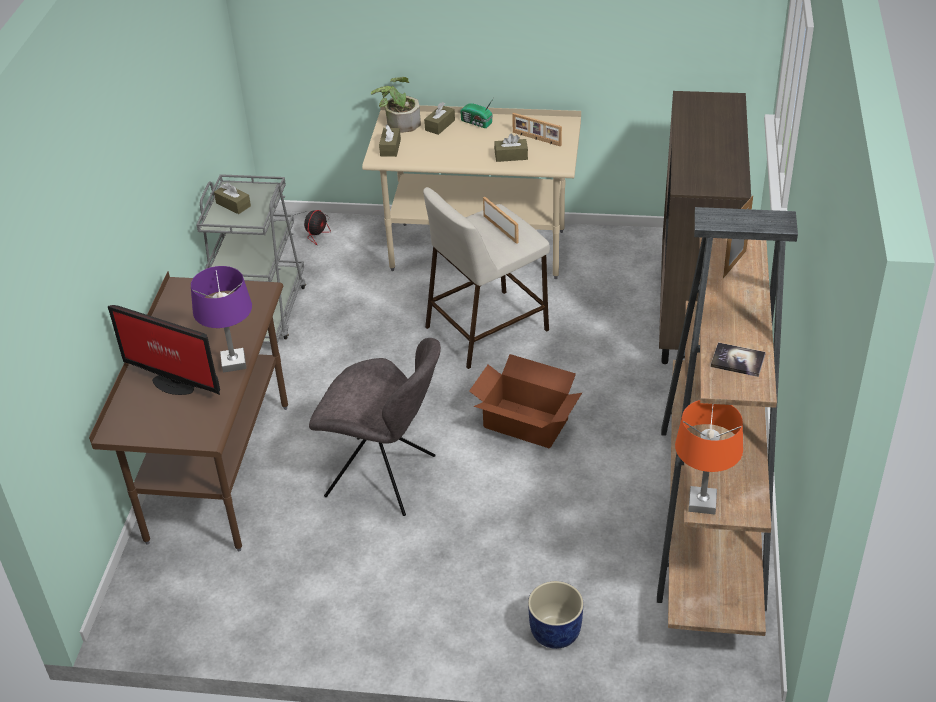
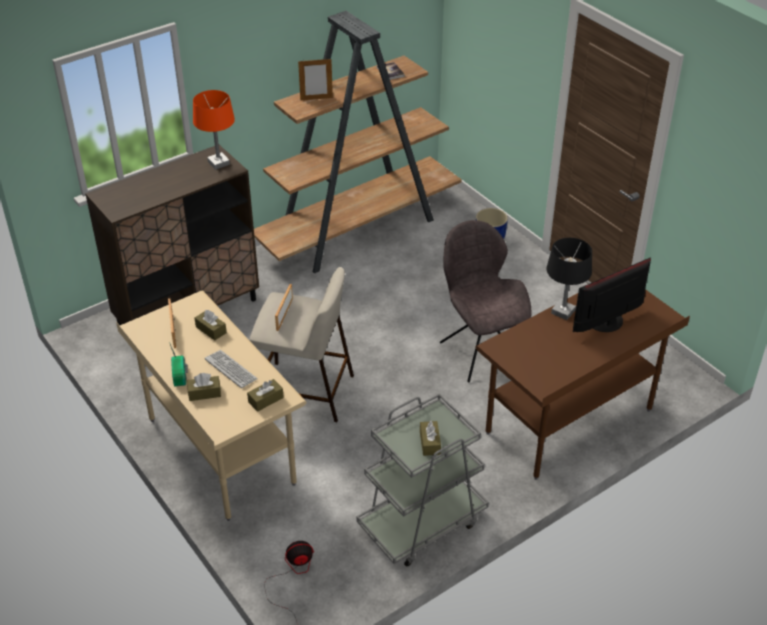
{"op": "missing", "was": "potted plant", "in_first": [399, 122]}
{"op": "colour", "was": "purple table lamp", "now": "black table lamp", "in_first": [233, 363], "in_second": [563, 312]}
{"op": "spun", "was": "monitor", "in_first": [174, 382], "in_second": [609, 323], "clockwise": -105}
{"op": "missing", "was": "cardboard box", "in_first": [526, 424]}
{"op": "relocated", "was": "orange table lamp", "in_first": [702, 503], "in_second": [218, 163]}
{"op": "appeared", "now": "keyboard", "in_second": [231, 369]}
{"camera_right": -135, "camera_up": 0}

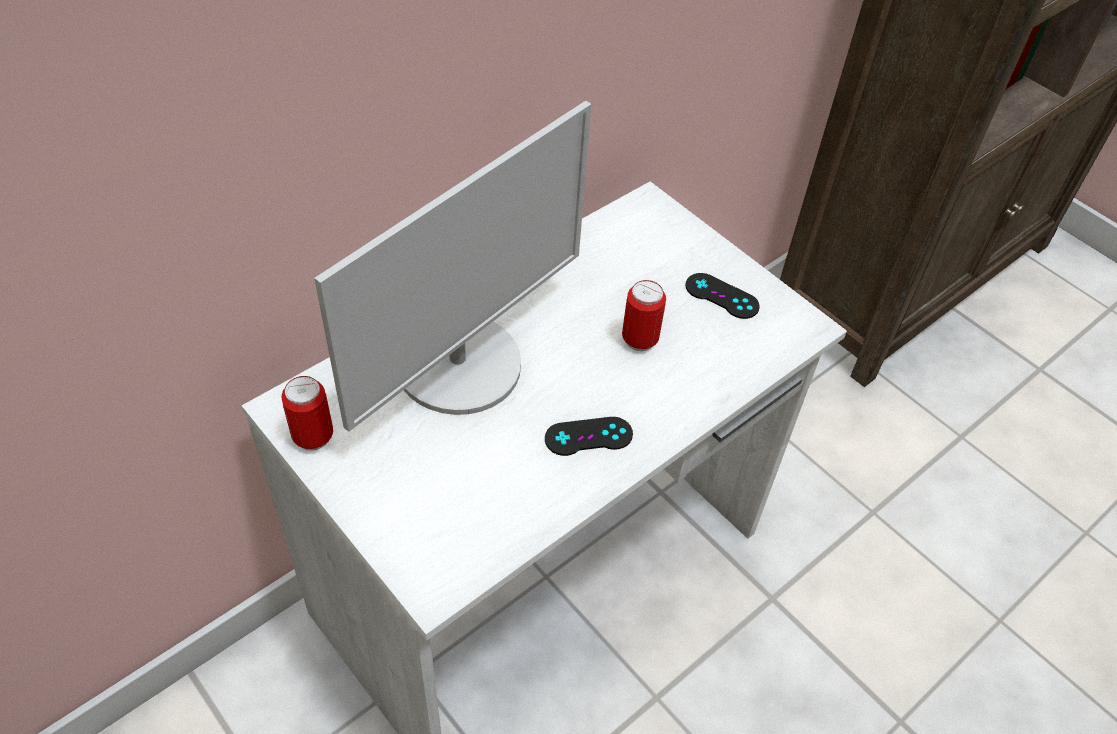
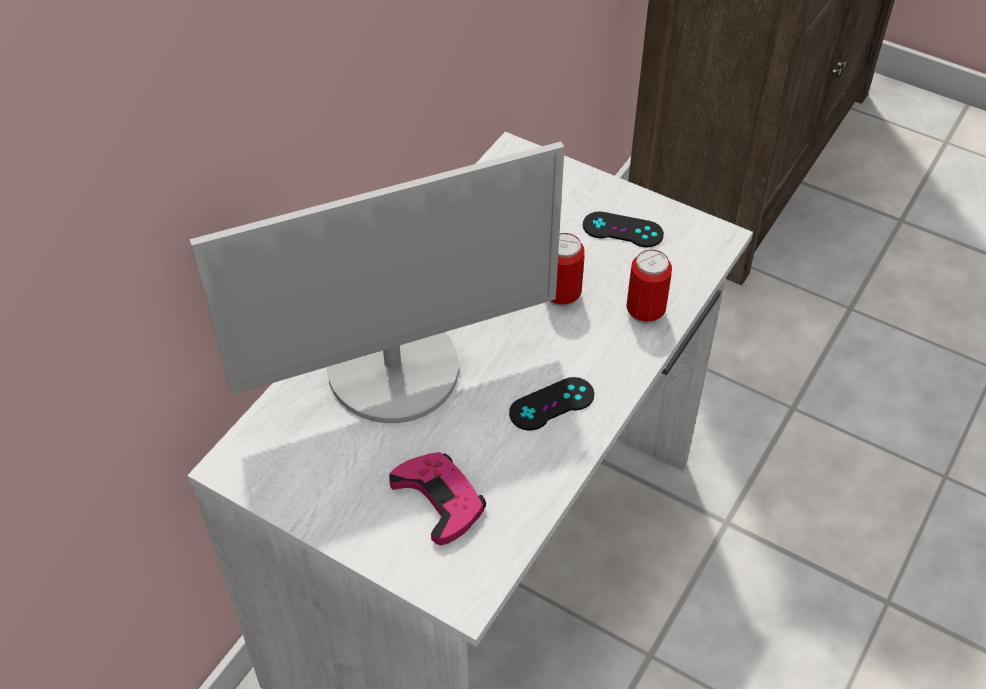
{"op": "spun", "was": "monitor", "in_first": [460, 365], "in_second": [395, 370], "clockwise": 45}
{"op": "relocated", "was": "can", "in_first": [313, 437], "in_second": [645, 312]}
{"op": "appeared", "now": "pink game controller", "in_second": [439, 500]}
{"camera_right": -15, "camera_up": 0}

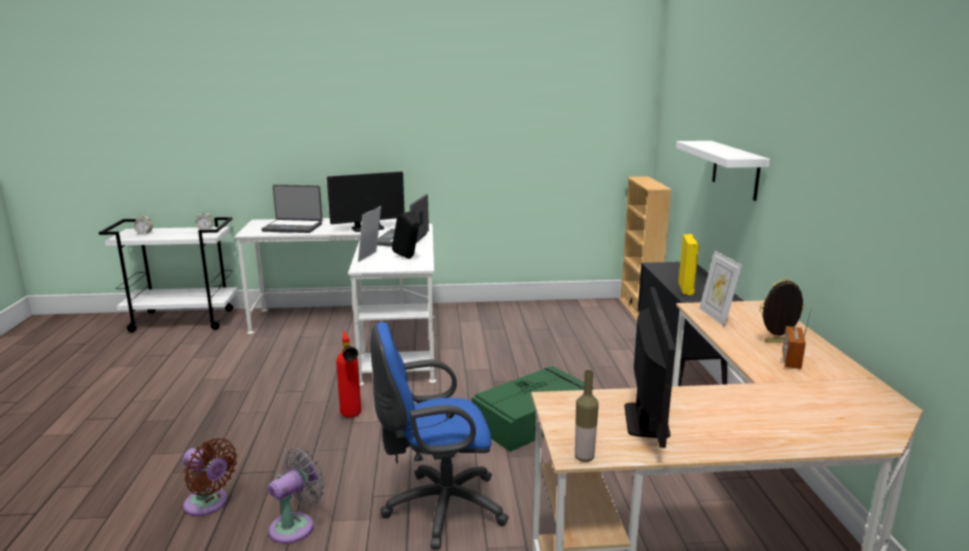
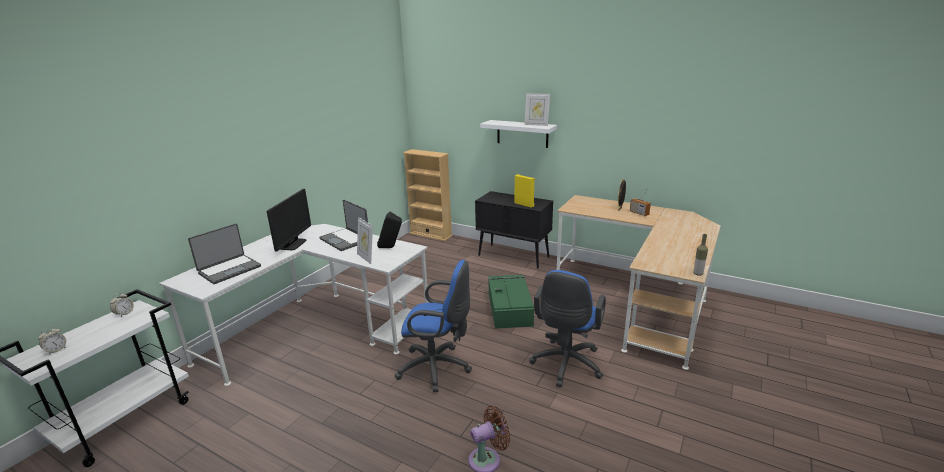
{"op": "relocated", "was": "picture frame", "in_first": [716, 316], "in_second": [536, 124]}
{"op": "missing", "was": "monitor", "in_first": [646, 420]}
{"op": "exchanged", "was": "fire extinguisher", "now": "blue office chair", "in_first": [352, 417], "in_second": [438, 368]}
{"op": "missing", "was": "grey fan", "in_first": [296, 526]}
{"camera_right": -55, "camera_up": 5}

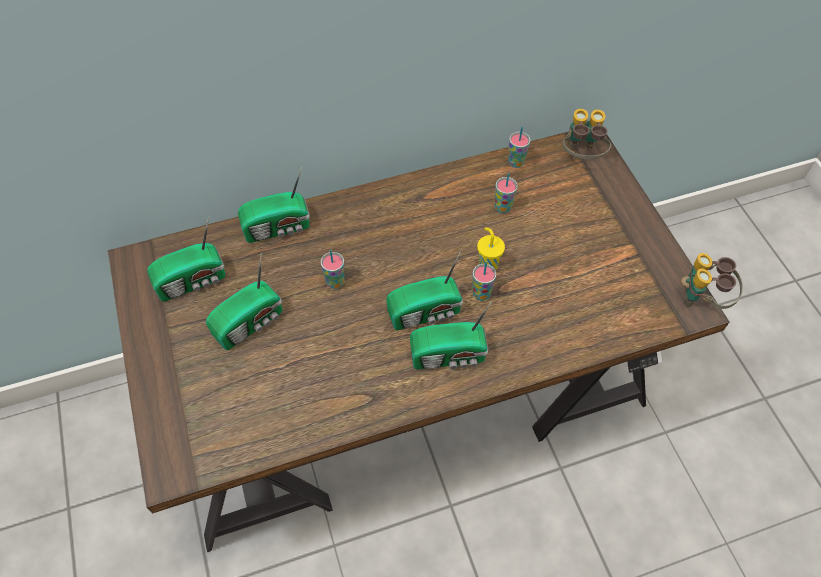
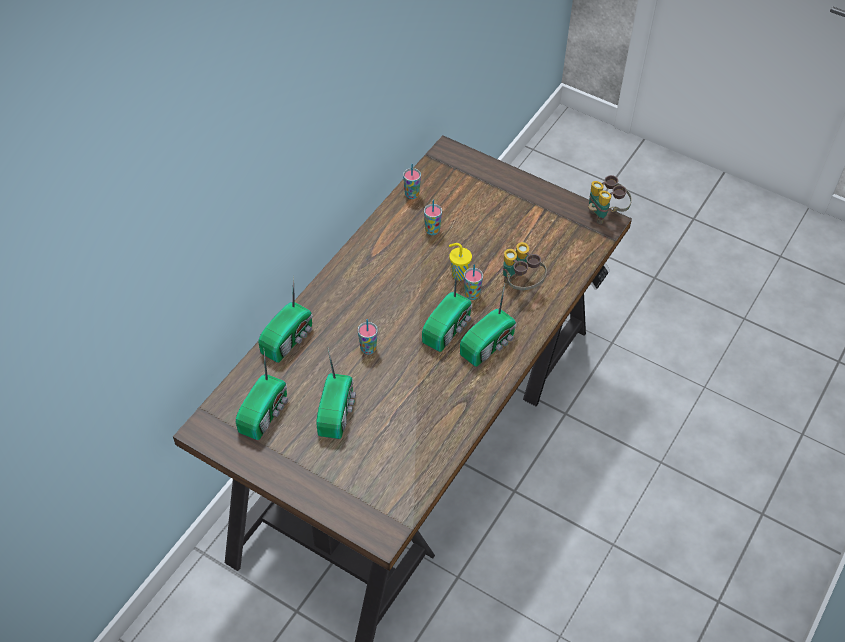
{"op": "relocated", "was": "binoculars", "in_first": [581, 156], "in_second": [520, 285]}
{"camera_right": -40, "camera_up": -5}

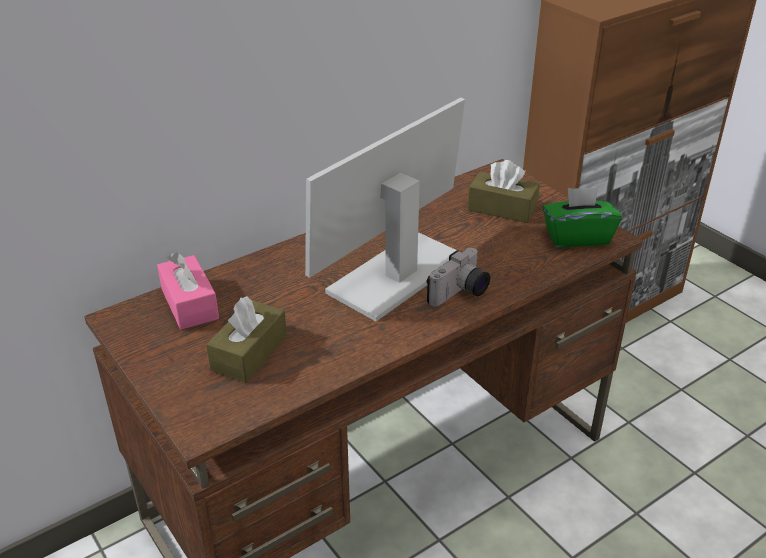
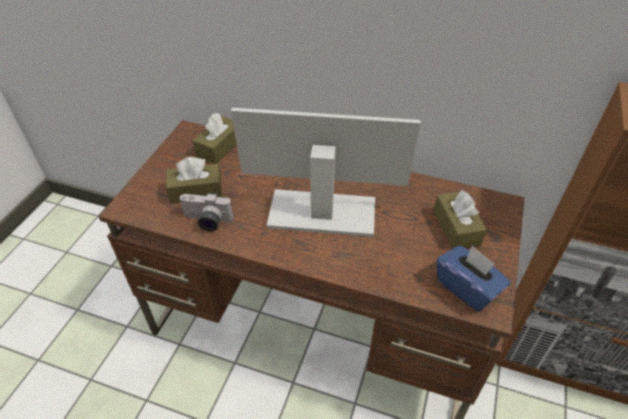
{"op": "colour", "was": "green tissue box", "now": "blue tissue box", "in_first": [577, 237], "in_second": [467, 288]}
{"op": "relocated", "was": "photo camera", "in_first": [460, 294], "in_second": [206, 222]}
{"op": "colour", "was": "pink tissue box", "now": "brown tissue box", "in_first": [189, 304], "in_second": [220, 147]}
{"camera_right": 55, "camera_up": 10}

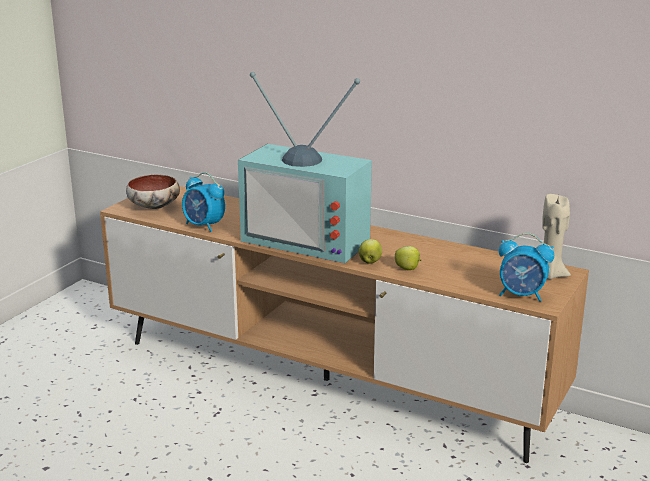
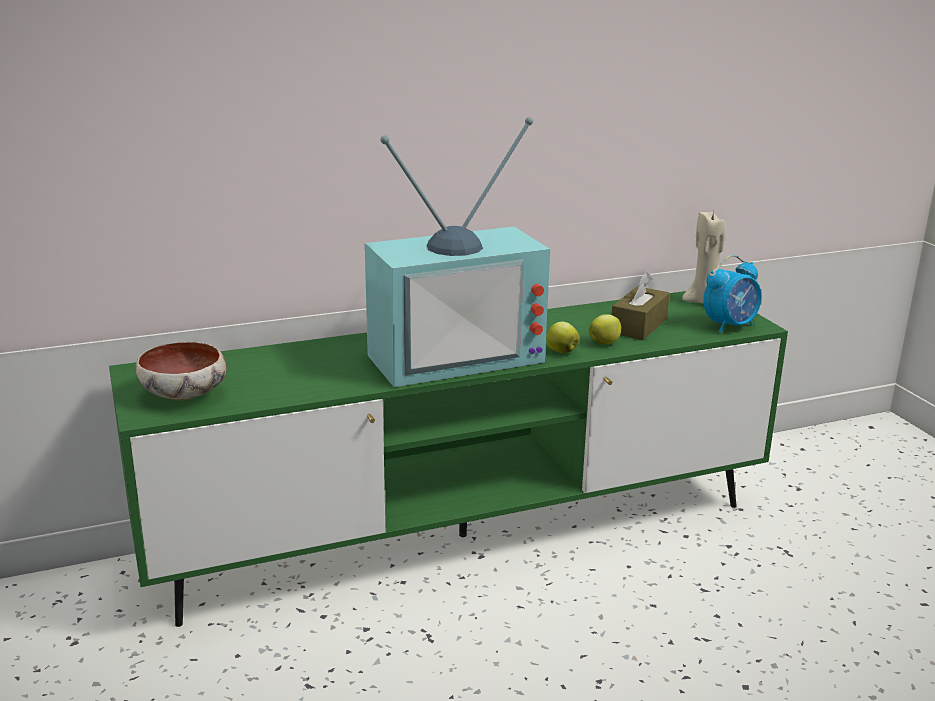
{"op": "missing", "was": "alarm clock", "in_first": [204, 226]}
{"op": "colour", "was": "brown tv stand", "now": "green tv stand", "in_first": [326, 379], "in_second": [463, 535]}
{"op": "appeared", "now": "brown tissue box", "in_second": [638, 326]}
{"camera_right": -50, "camera_up": 0}

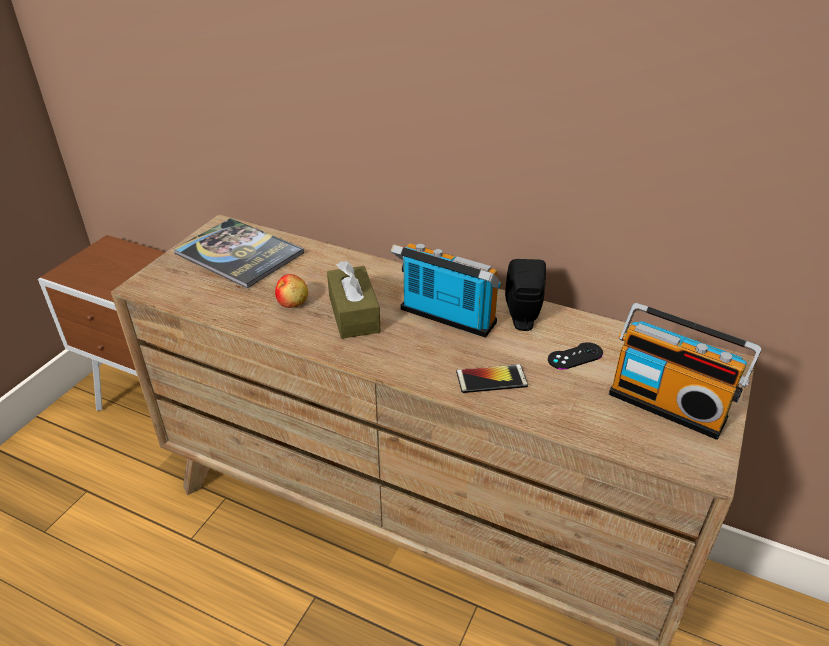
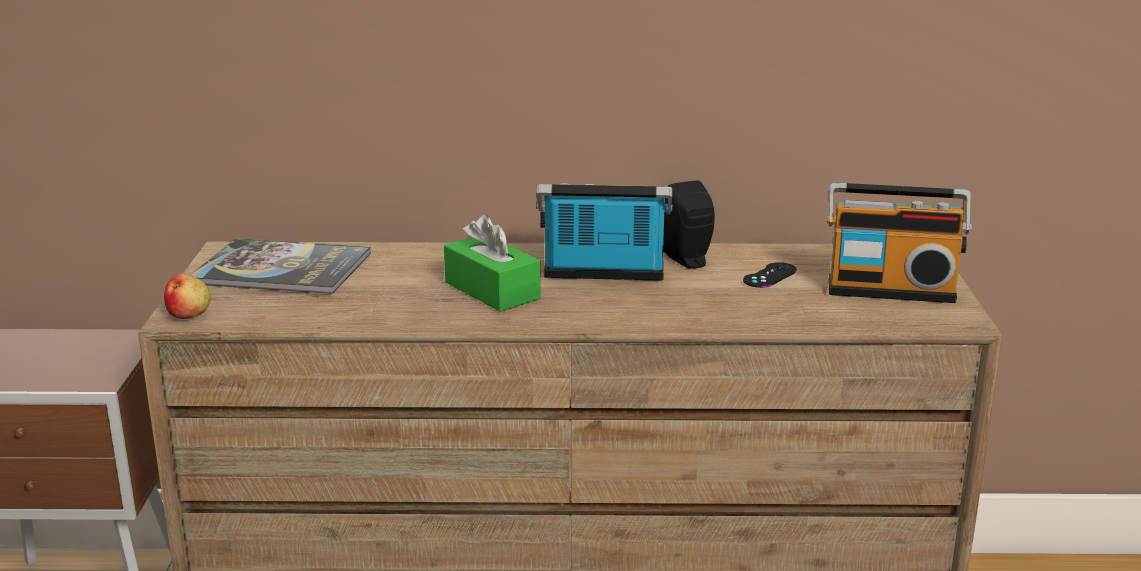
{"op": "colour", "was": "brown tissue box", "now": "green tissue box", "in_first": [354, 314], "in_second": [492, 290]}
{"op": "relocated", "was": "apple", "in_first": [293, 302], "in_second": [189, 314]}
{"op": "missing", "was": "phone", "in_first": [491, 379]}
{"camera_right": -25, "camera_up": -15}

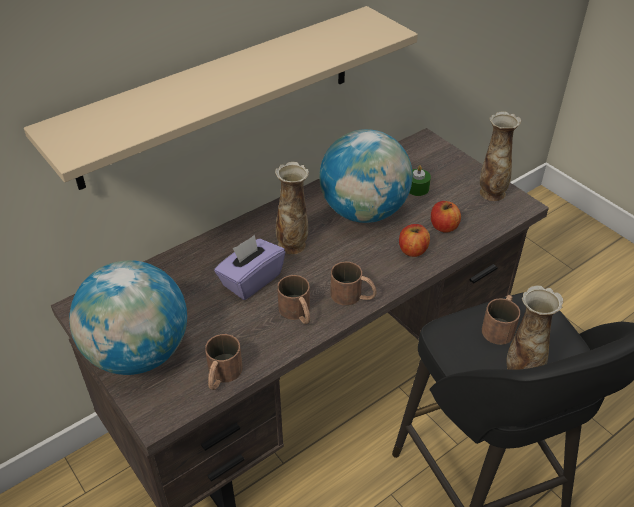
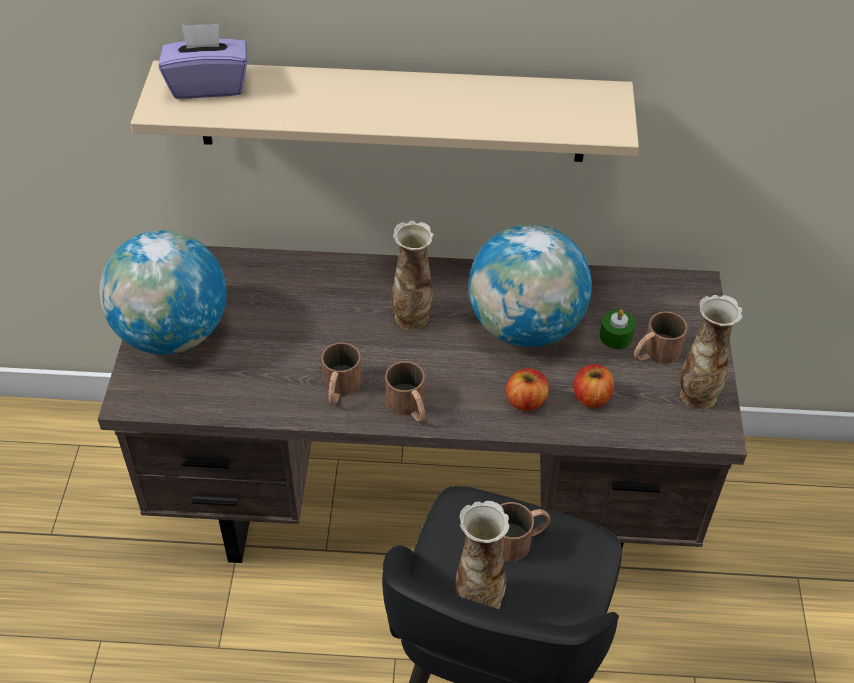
{"op": "relocated", "was": "purple tissue box", "in_first": [251, 280], "in_second": [208, 85]}
{"op": "relocated", "was": "brown mug", "in_first": [222, 375], "in_second": [654, 353]}
{"camera_right": 40, "camera_up": 5}

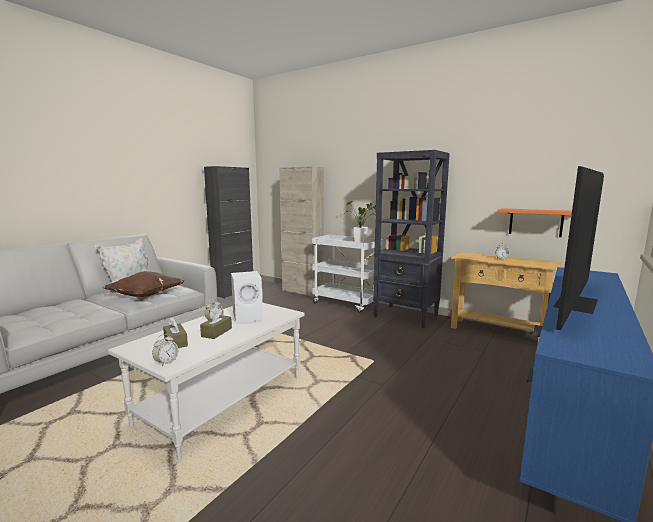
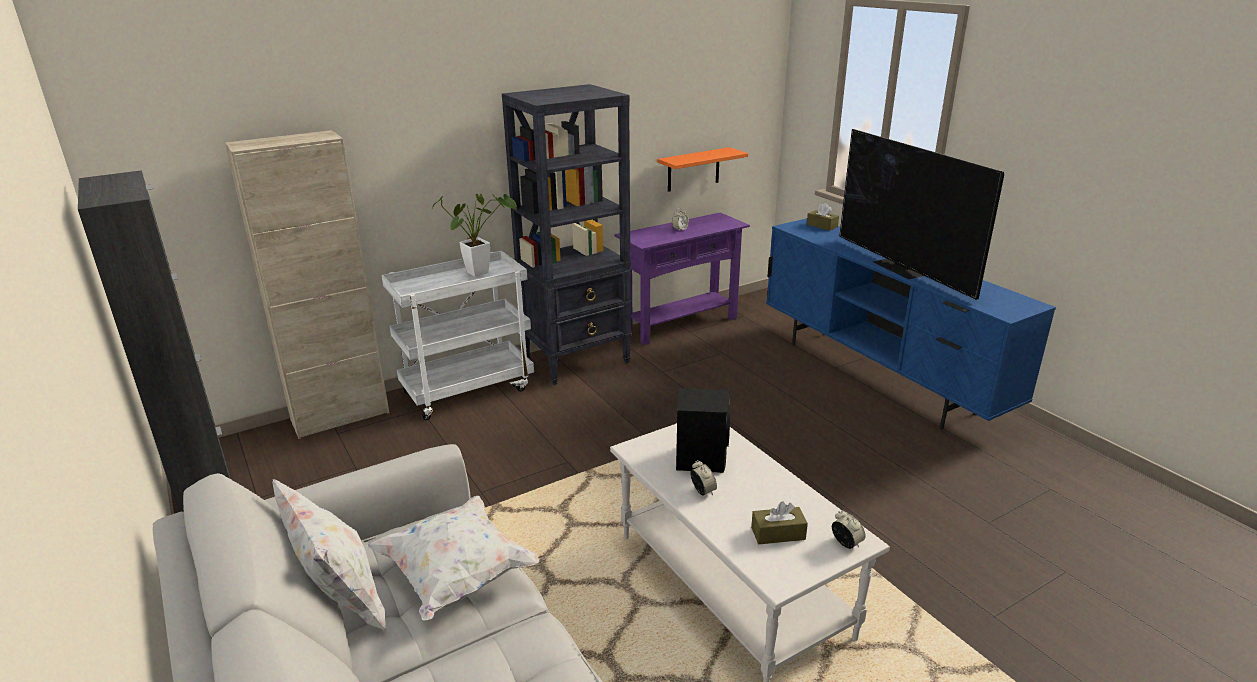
{"op": "colour", "was": "beige console table", "now": "purple console table", "in_first": [496, 332], "in_second": [680, 324]}
{"op": "colour", "was": "brown pillow", "now": "white pillow", "in_first": [145, 296], "in_second": [457, 575]}
{"op": "colour", "was": "white speaker", "now": "black speaker", "in_first": [249, 316], "in_second": [701, 458]}
{"op": "relocated", "was": "brown tissue box", "in_first": [216, 332], "in_second": [822, 226]}
{"camera_right": -65, "camera_up": 15}

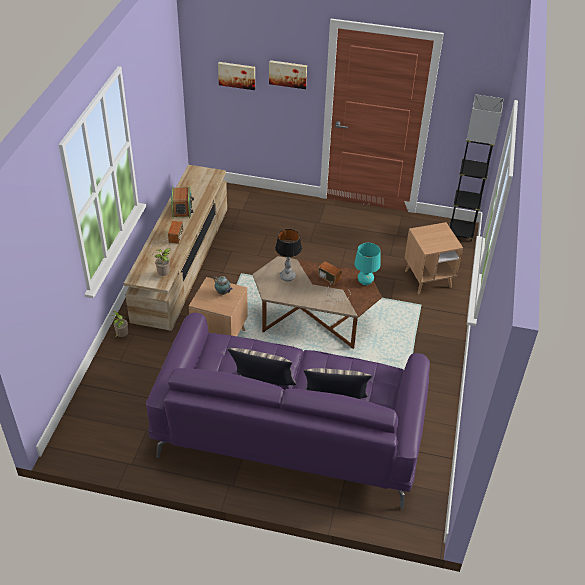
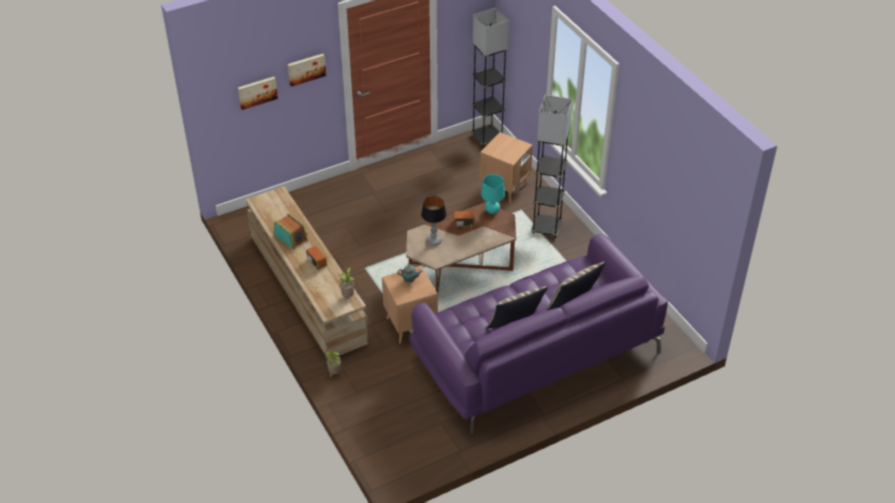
{"op": "appeared", "now": "grey floor lamp", "in_second": [546, 228]}
{"camera_right": -40, "camera_up": 0}

